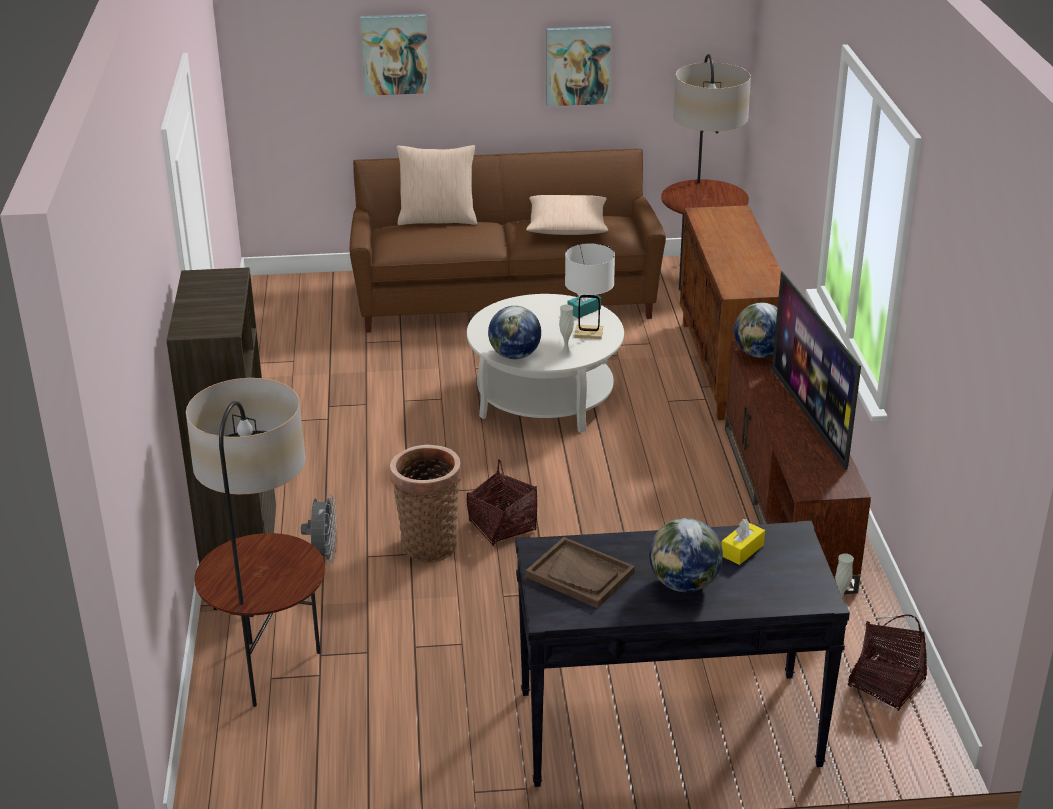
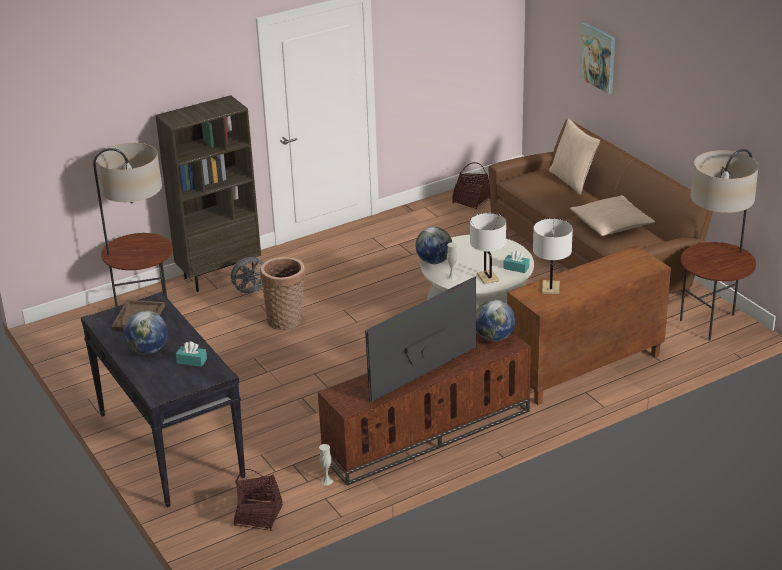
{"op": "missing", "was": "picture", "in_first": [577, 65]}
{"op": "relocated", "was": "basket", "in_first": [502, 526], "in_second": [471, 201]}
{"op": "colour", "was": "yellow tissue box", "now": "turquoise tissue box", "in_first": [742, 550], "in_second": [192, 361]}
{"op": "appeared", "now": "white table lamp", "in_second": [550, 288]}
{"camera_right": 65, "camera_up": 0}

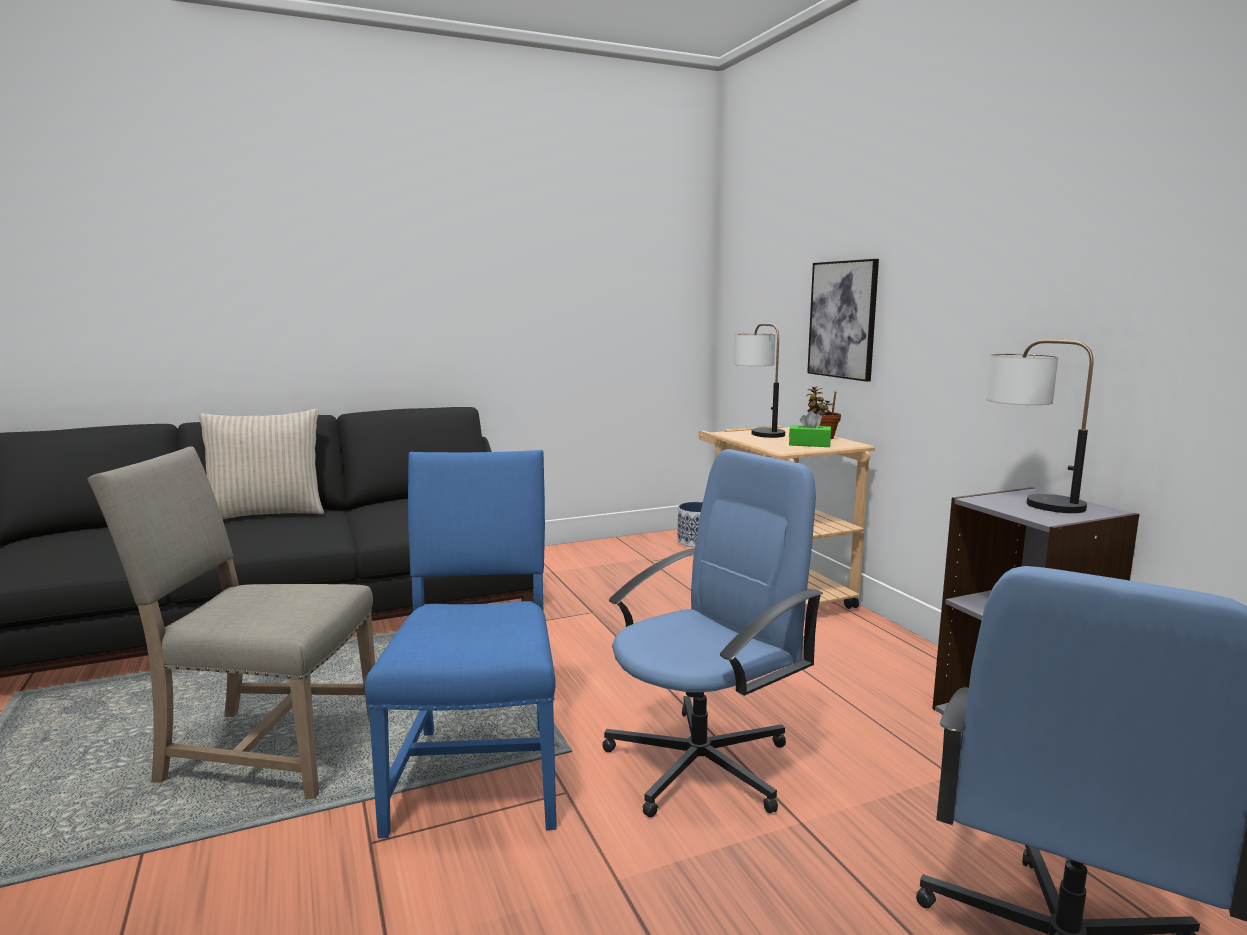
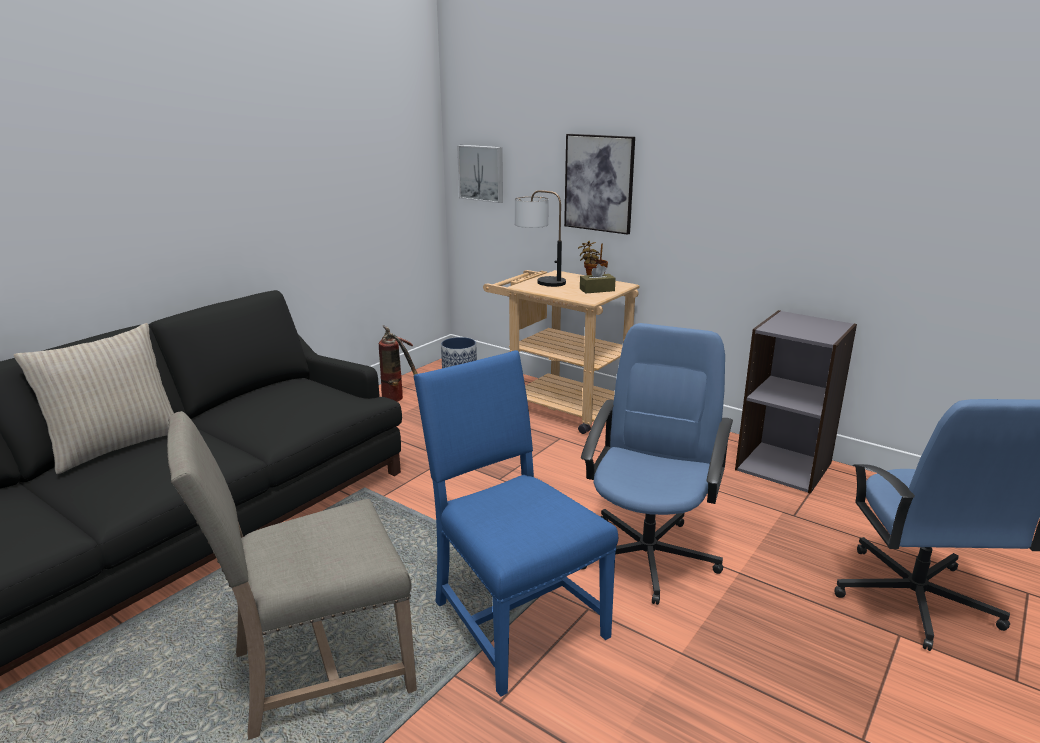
{"op": "missing", "was": "table lamp", "in_first": [1027, 501]}
{"op": "colour", "was": "green tissue box", "now": "brown tissue box", "in_first": [809, 444], "in_second": [597, 290]}
{"op": "appeared", "now": "picture", "in_second": [482, 173]}
{"op": "appeared", "now": "fire extinguisher", "in_second": [400, 399]}
{"camera_right": -30, "camera_up": 10}

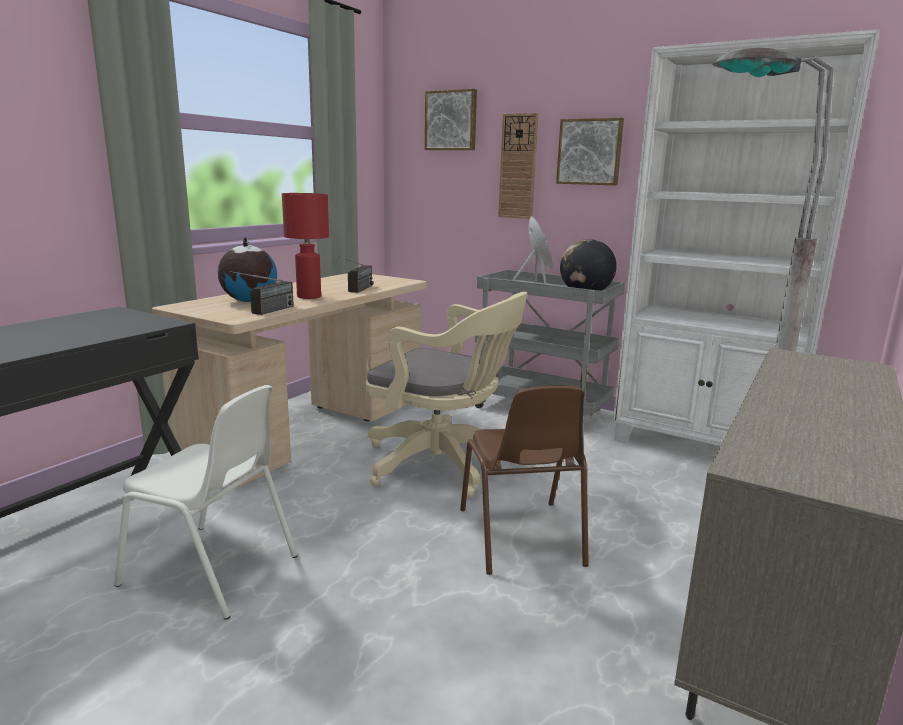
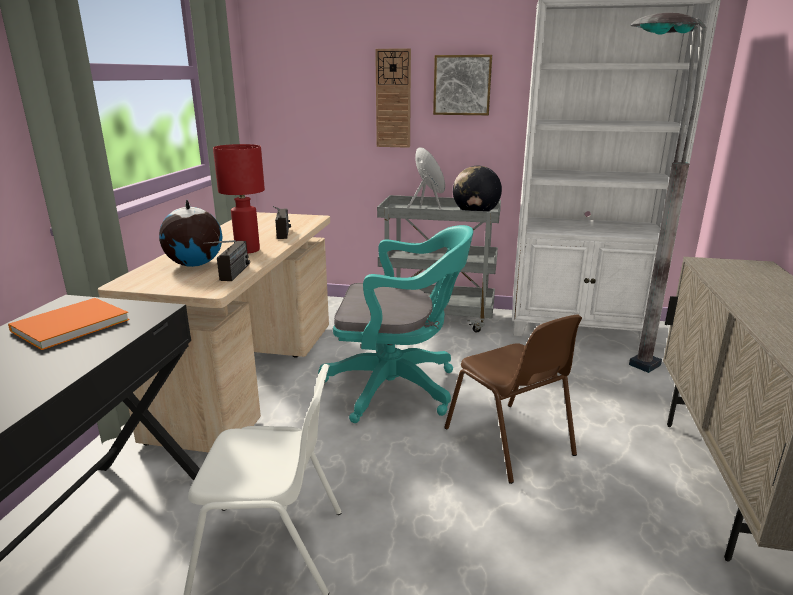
{"op": "missing", "was": "picture", "in_first": [451, 120]}
{"op": "colour", "was": "beige office chair", "now": "turquoise office chair", "in_first": [444, 465], "in_second": [398, 388]}
{"op": "appeared", "now": "orange book", "in_second": [67, 325]}
{"camera_right": -20, "camera_up": 5}

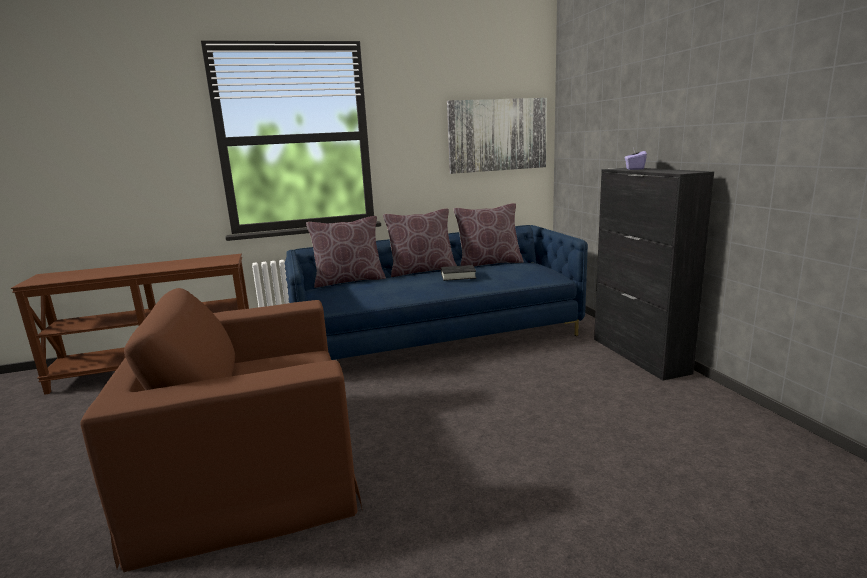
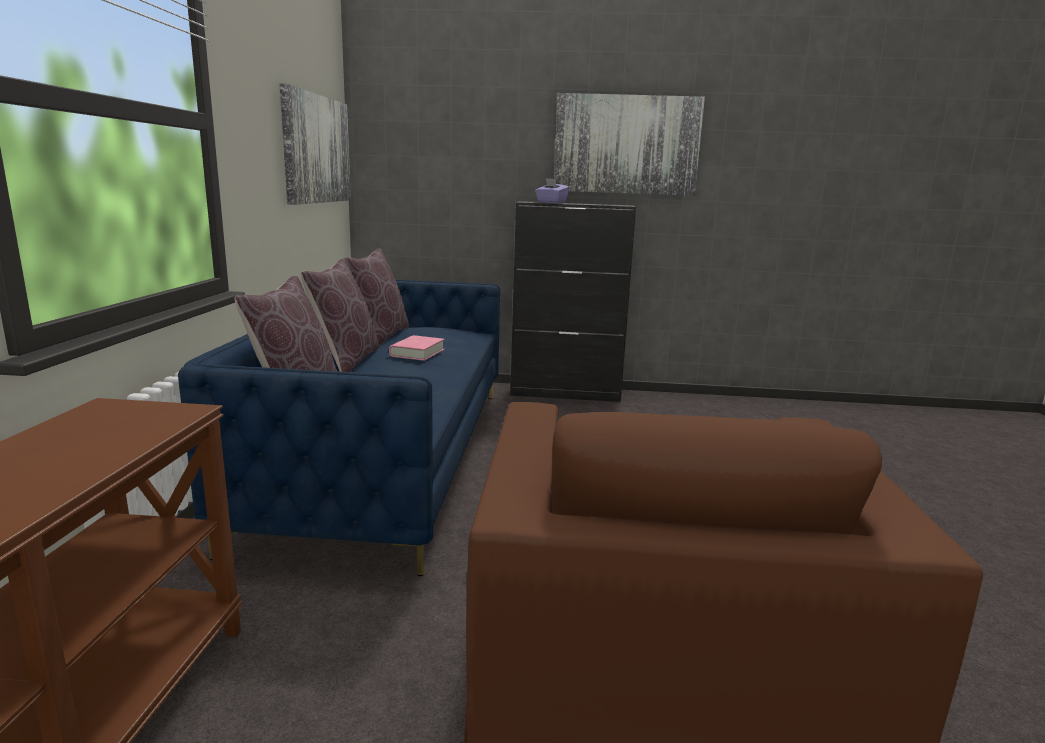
{"op": "colour", "was": "black book", "now": "pink book", "in_first": [458, 276], "in_second": [417, 353]}
{"op": "appeared", "now": "picture", "in_second": [626, 145]}
{"camera_right": -70, "camera_up": 0}

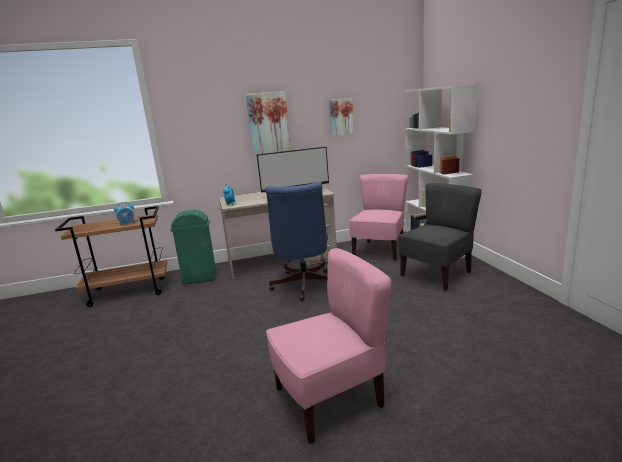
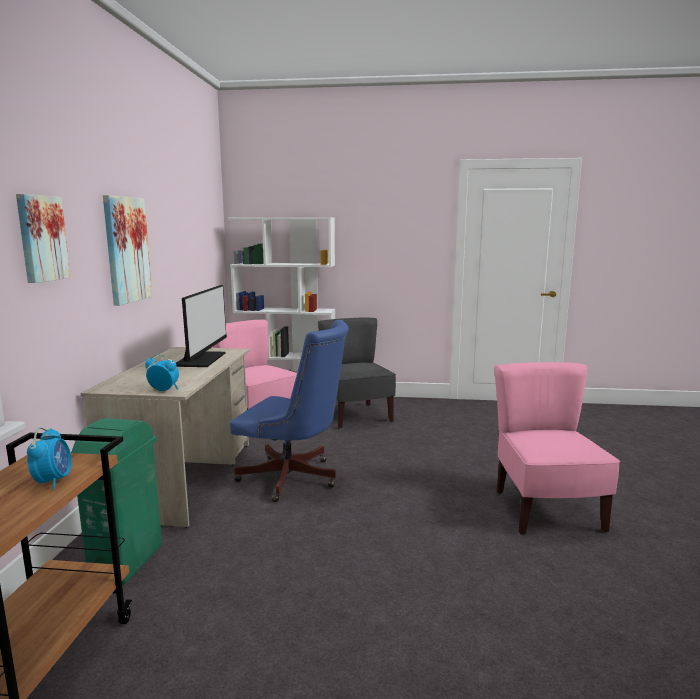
{"op": "relocated", "was": "picture", "in_first": [341, 117], "in_second": [41, 238]}
{"camera_right": -70, "camera_up": -5}

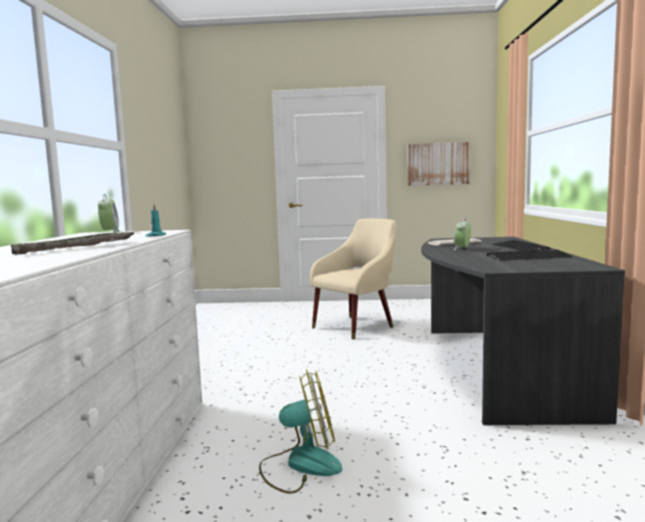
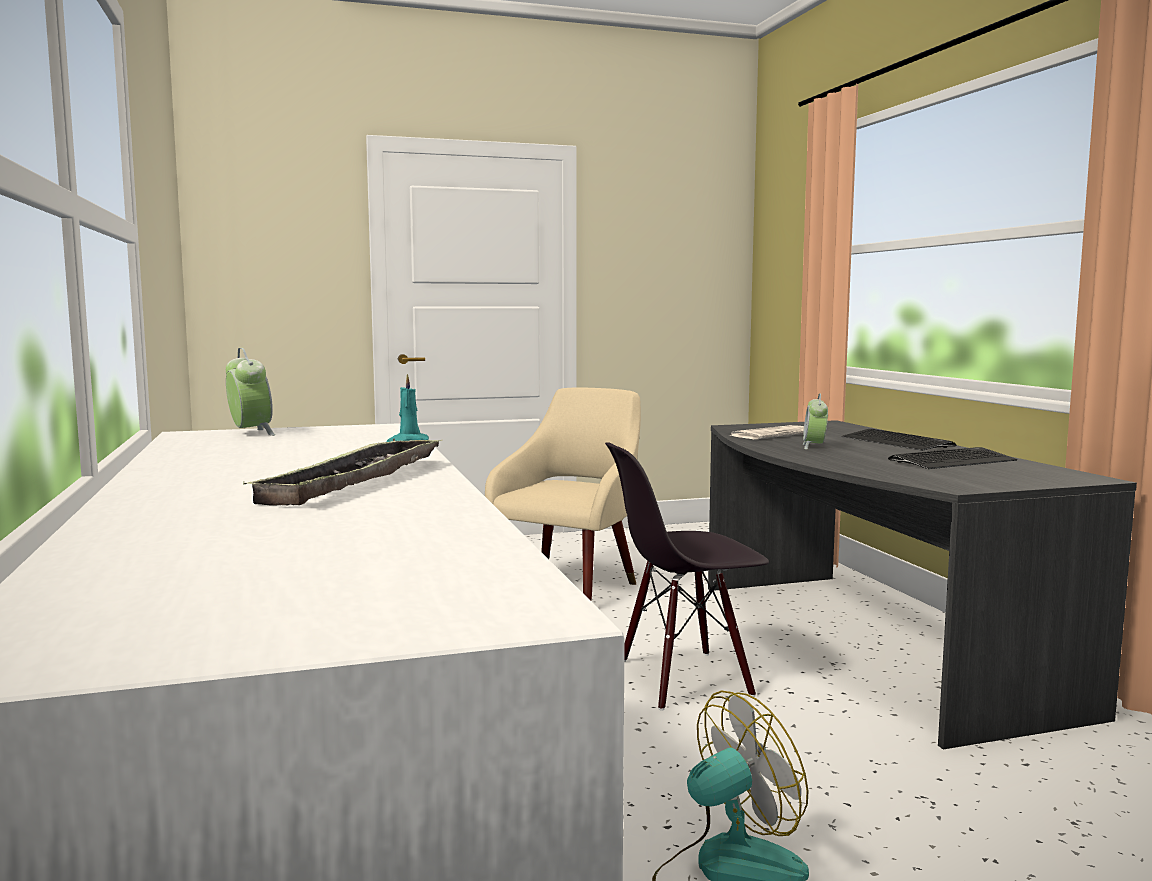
{"op": "missing", "was": "picture", "in_first": [438, 164]}
{"op": "appeared", "now": "black chair", "in_second": [683, 679]}
{"camera_right": -20, "camera_up": 0}

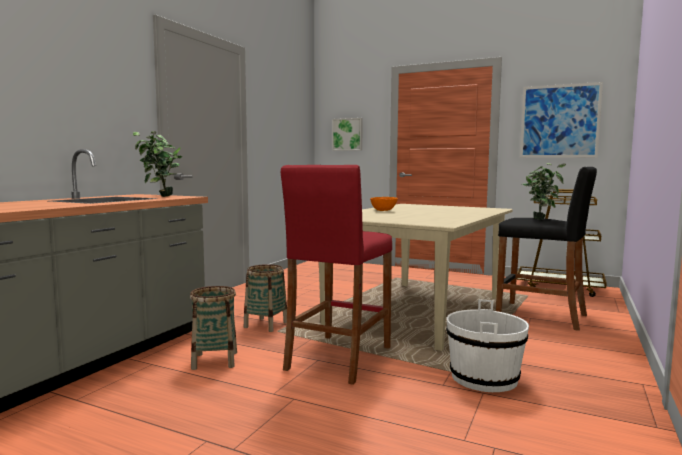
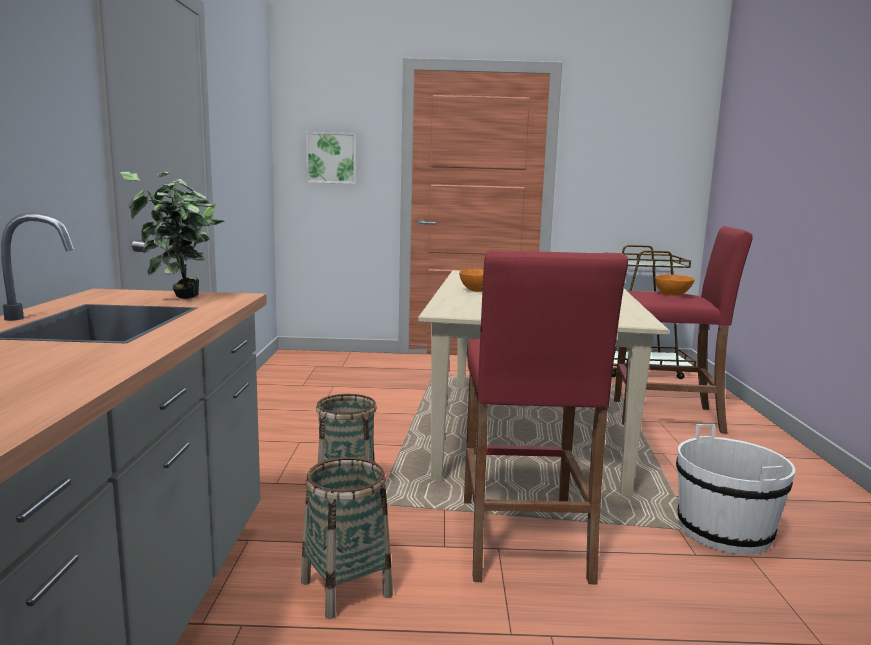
{"op": "missing", "was": "picture", "in_first": [559, 121]}
{"op": "exchanged", "was": "potted plant", "now": "orange bowl", "in_first": [541, 219], "in_second": [673, 294]}
{"op": "colour", "was": "black stool", "now": "red stool", "in_first": [542, 316], "in_second": [667, 417]}
{"camera_right": -25, "camera_up": 5}

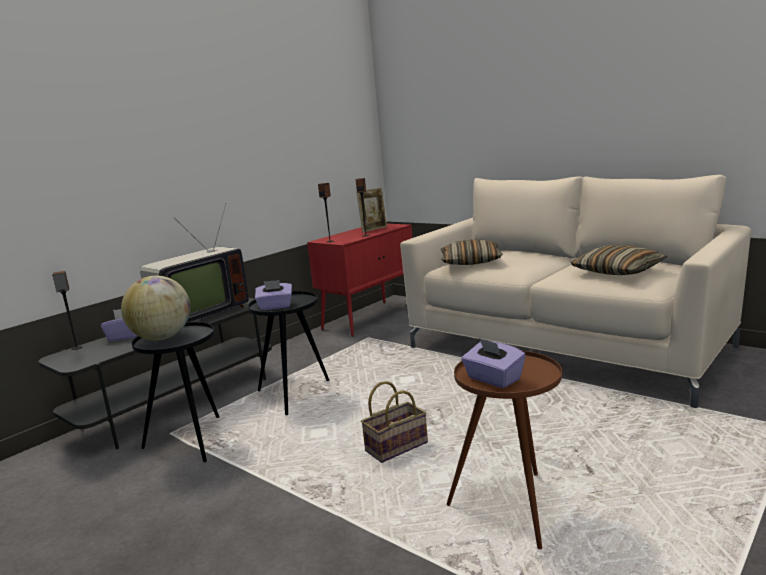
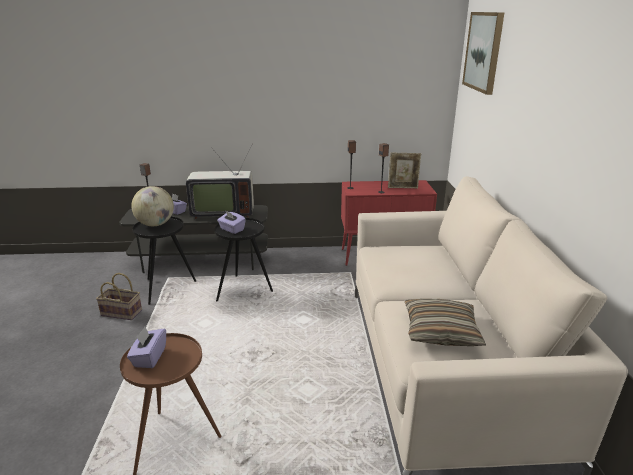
{"op": "missing", "was": "pillow", "in_first": [470, 262]}
{"op": "relocated", "was": "basket", "in_first": [397, 446], "in_second": [123, 312]}
{"op": "appeared", "now": "picture", "in_second": [484, 51]}
{"camera_right": 45, "camera_up": 10}

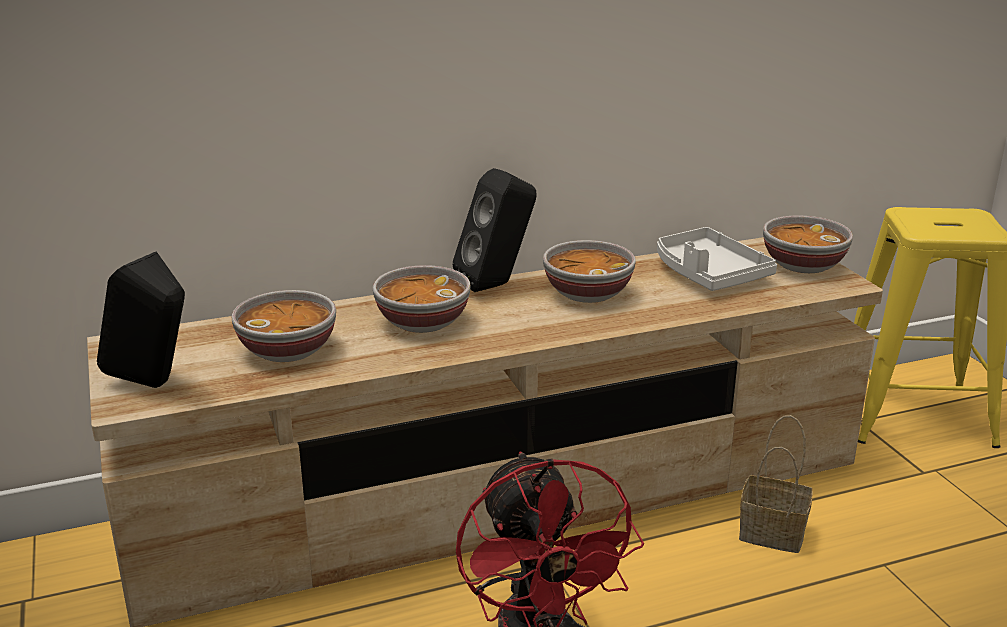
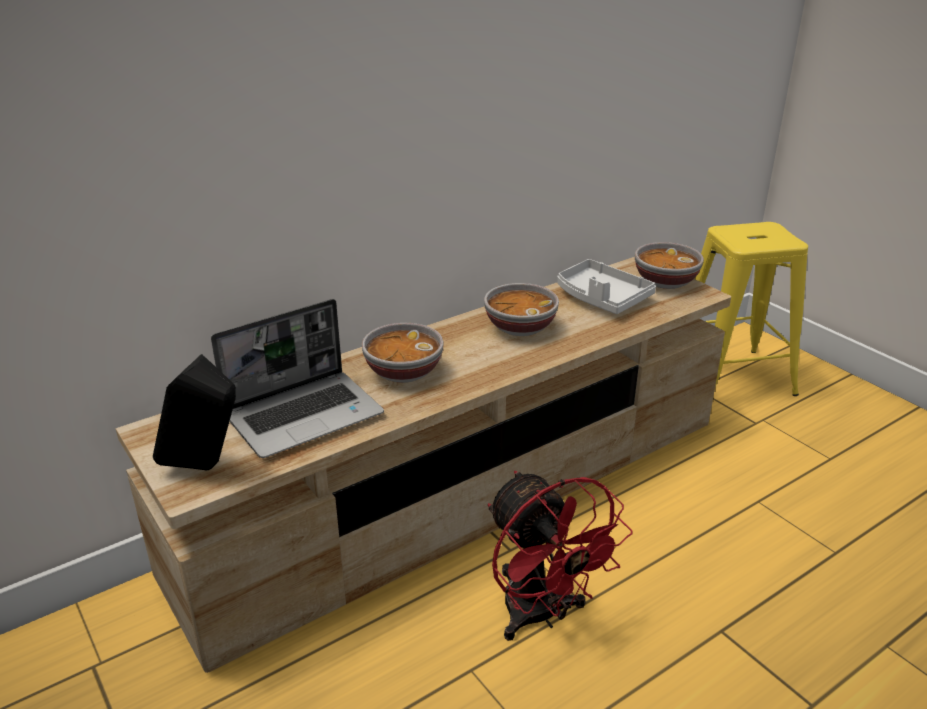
{"op": "missing", "was": "black speaker", "in_first": [497, 285]}
{"op": "exchanged", "was": "bowl", "now": "laptop", "in_first": [288, 350], "in_second": [305, 414]}
{"op": "missing", "was": "basket", "in_first": [774, 533]}
{"camera_right": -15, "camera_up": 5}

